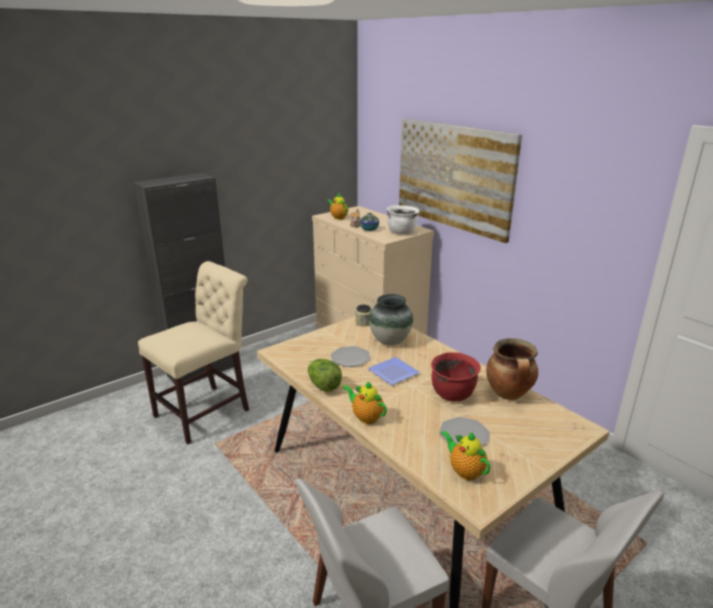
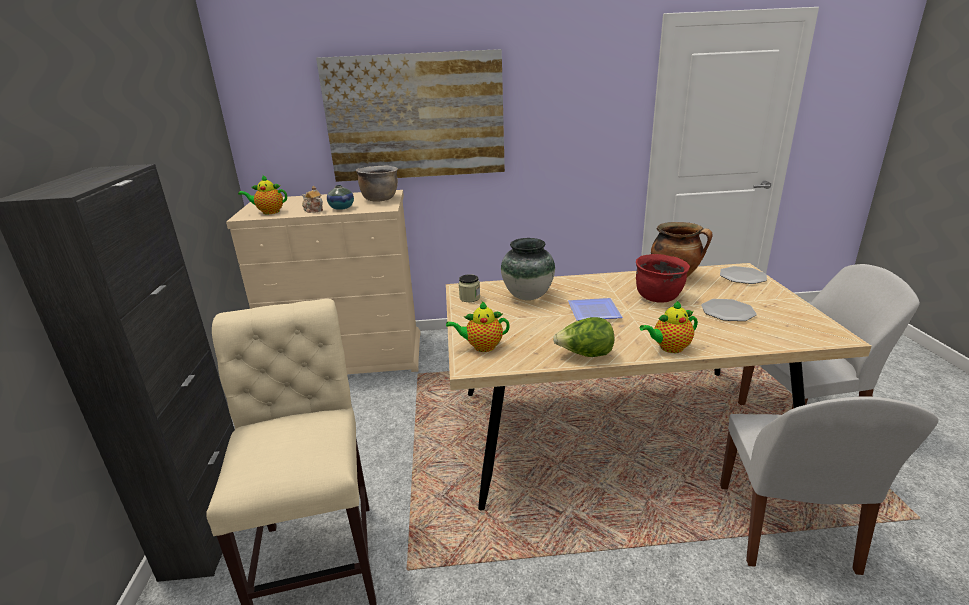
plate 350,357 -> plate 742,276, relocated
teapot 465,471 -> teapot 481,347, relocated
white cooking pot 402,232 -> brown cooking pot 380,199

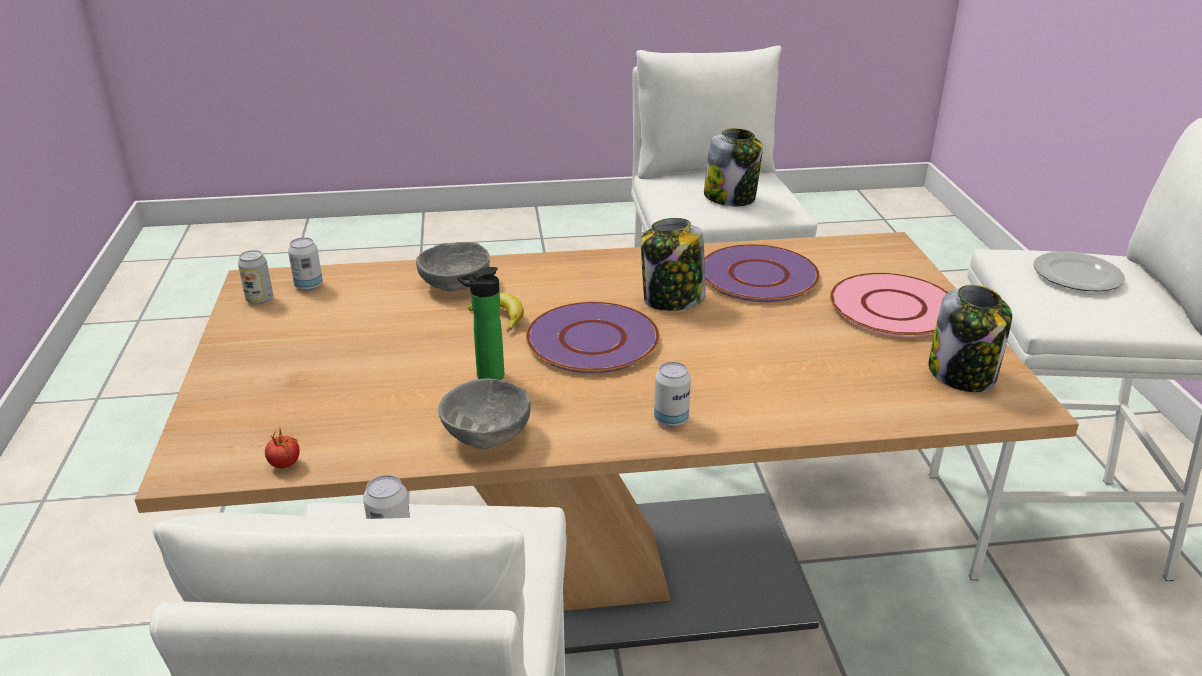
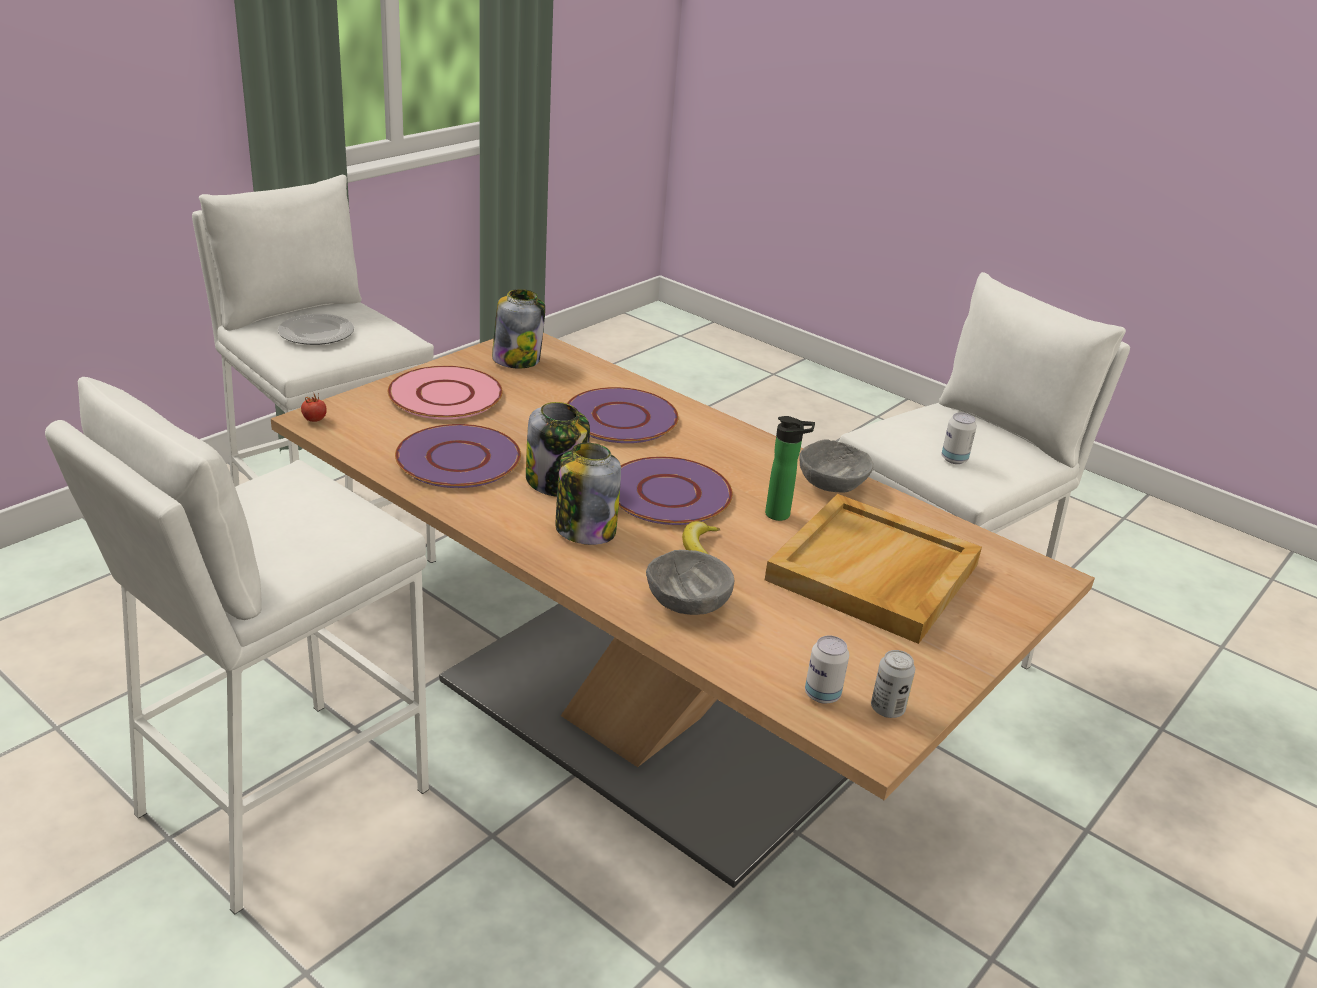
can 671,419 -> none
none -> purple plate 622,418
none -> beige tray 874,574
tomato 285,464 -> tomato 314,419, relocated
jar 731,198 -> jar 584,530, relocated

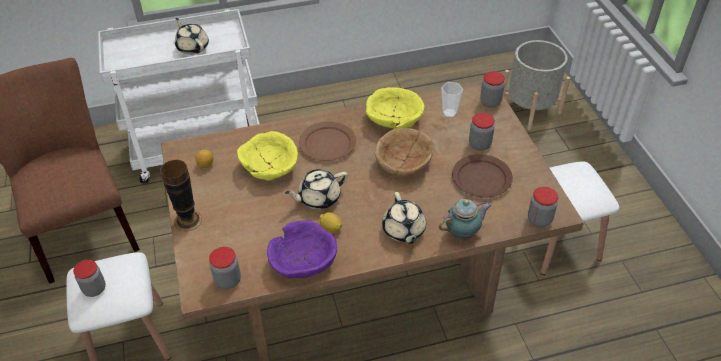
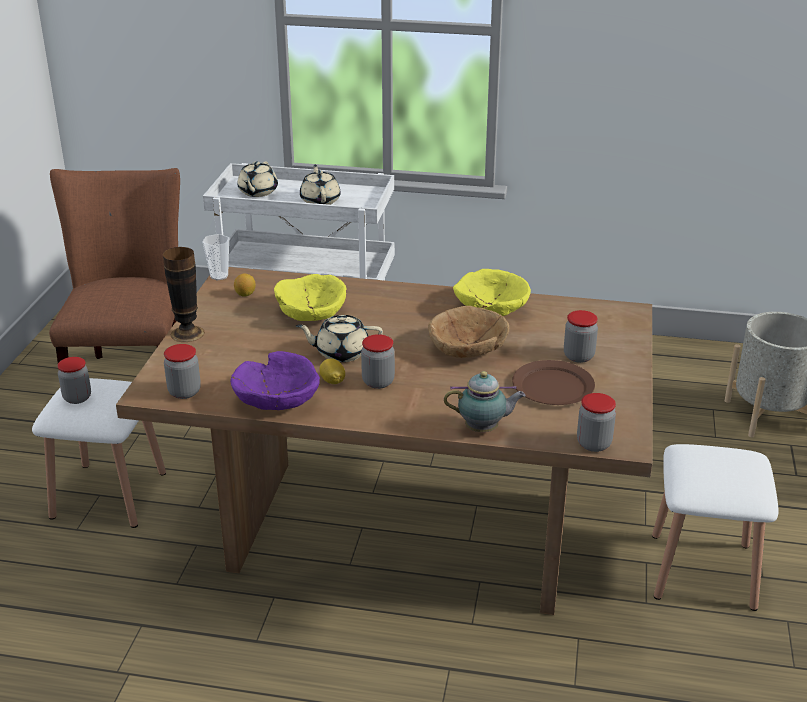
brown plate 327,143 -> none
beige teapot 403,230 -> beige teapot 257,192, relocated
cup 449,113 -> cup 219,276, relocated
jar 490,102 -> jar 378,382, relocated

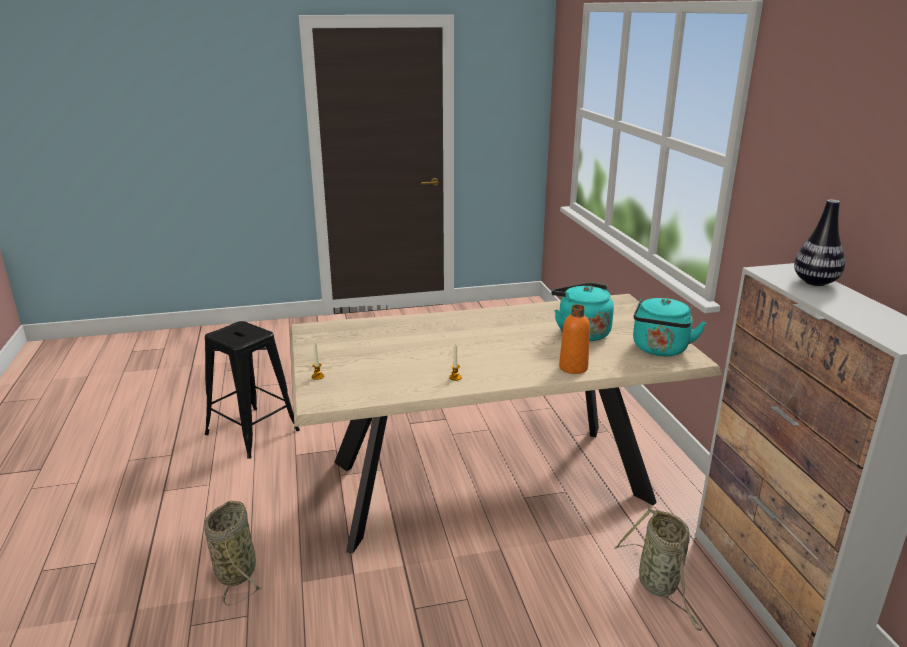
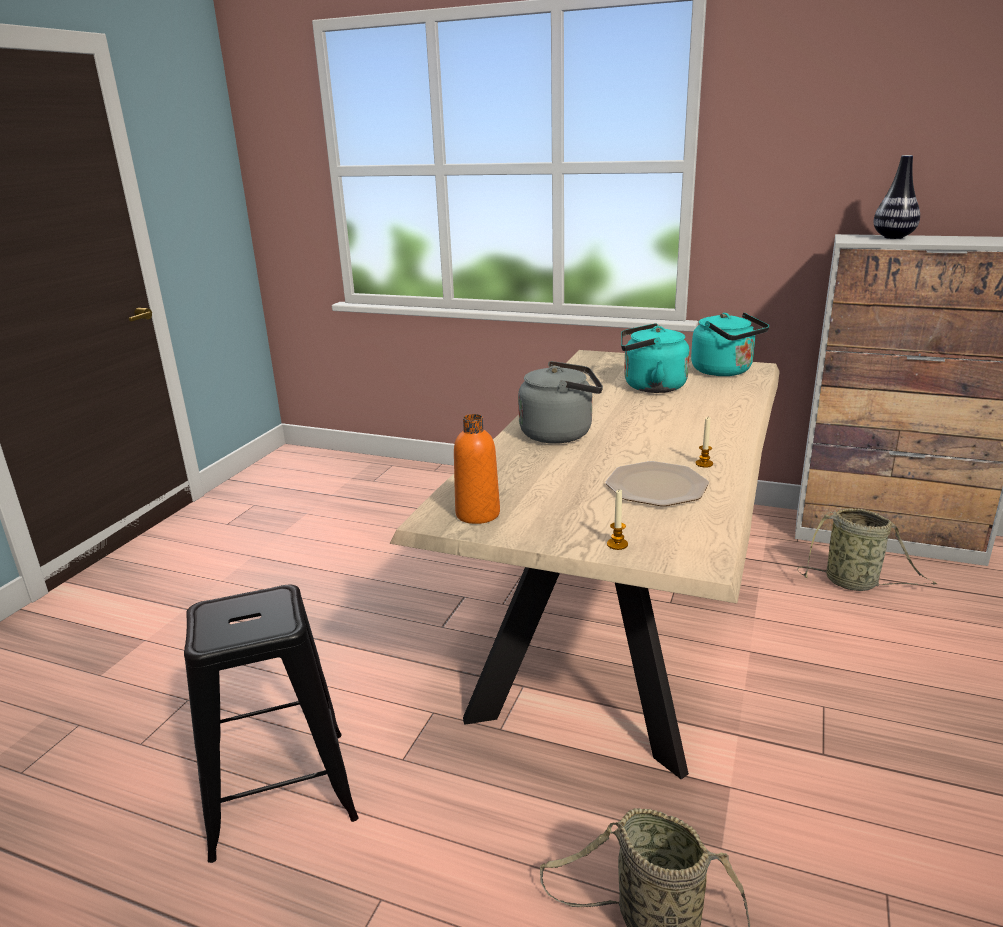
none -> grey kettle 560,433
none -> plate 655,486
orange bottle 573,368 -> orange bottle 477,514, relocated

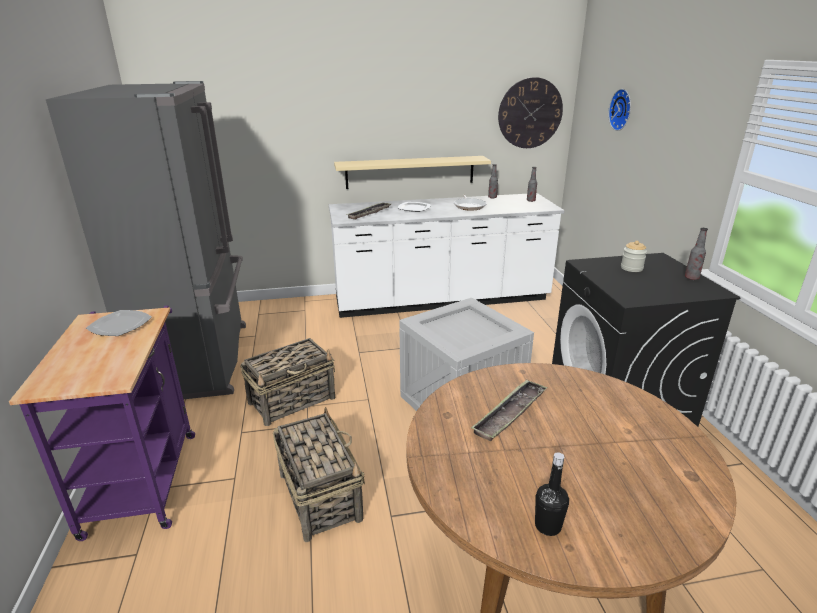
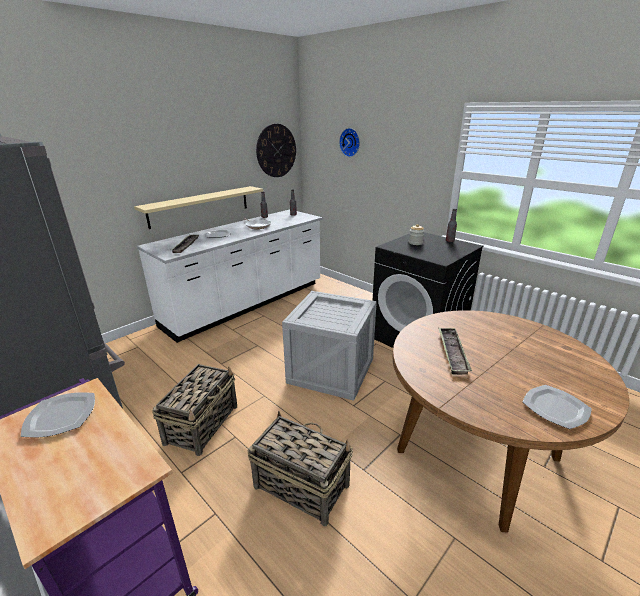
black bottle 548,526 -> plate 556,408

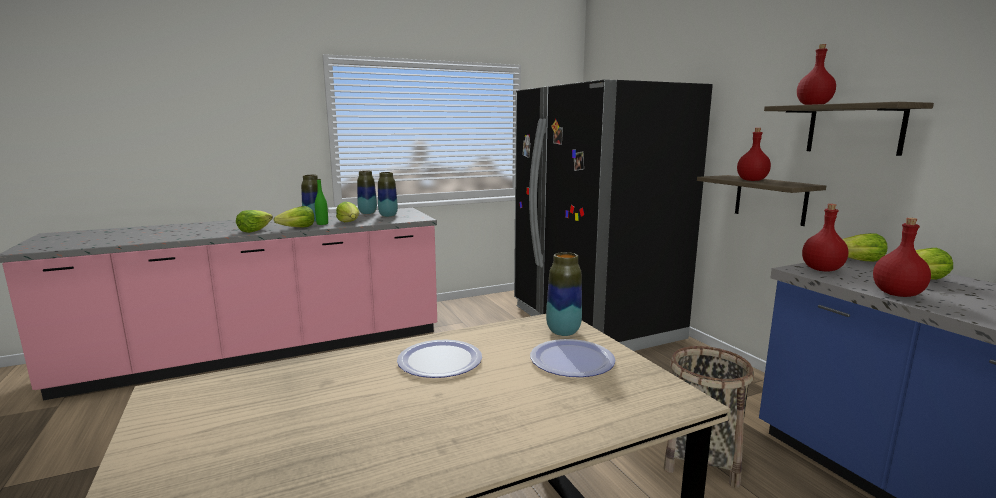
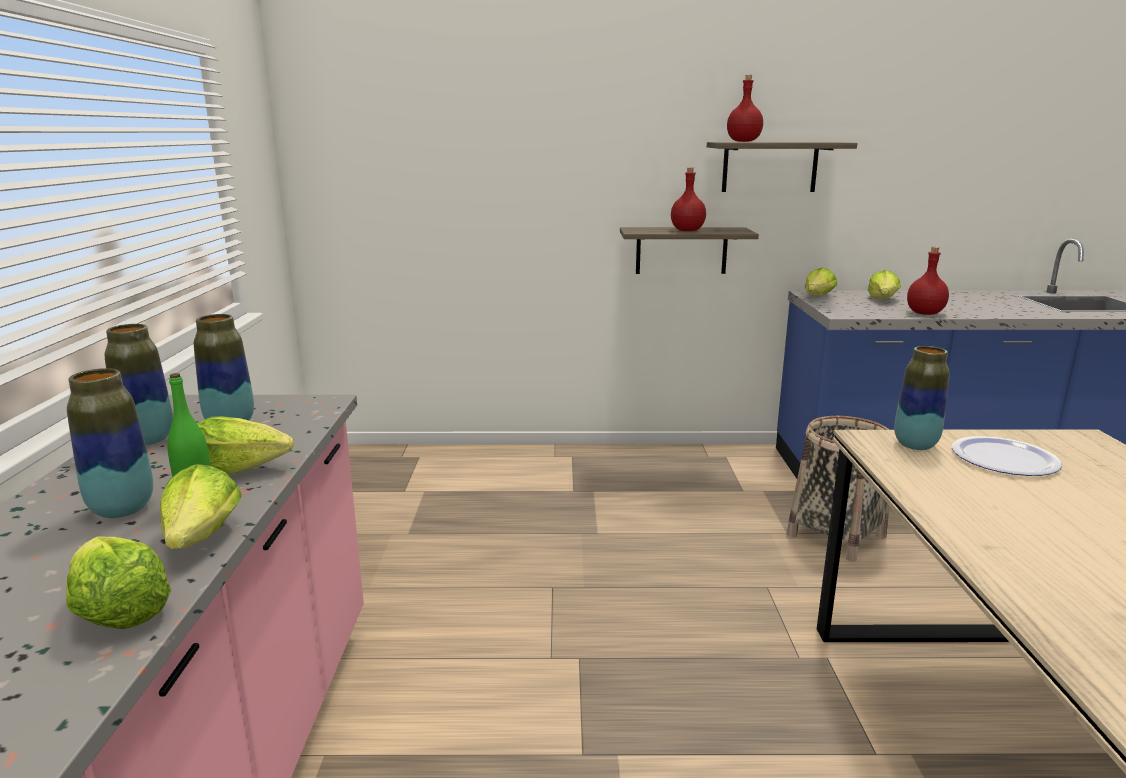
plate 440,360 -> none
black fridge 593,322 -> none
red bottle 821,269 -> none

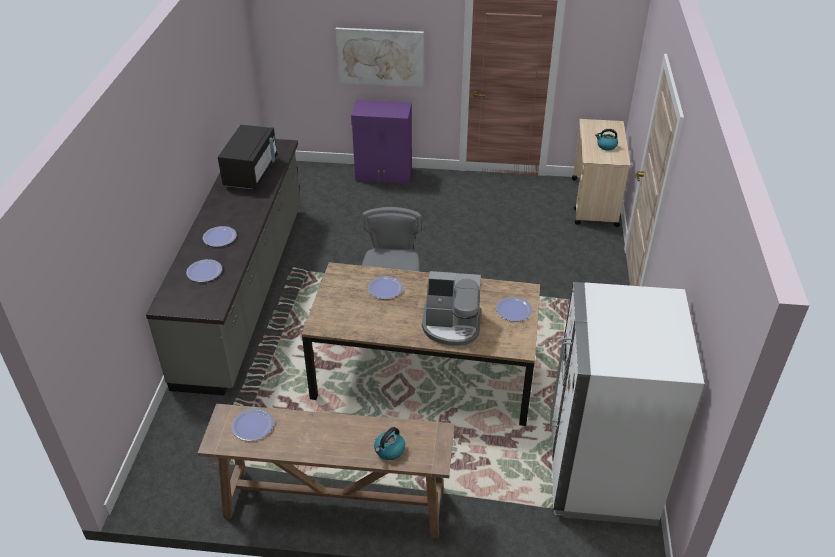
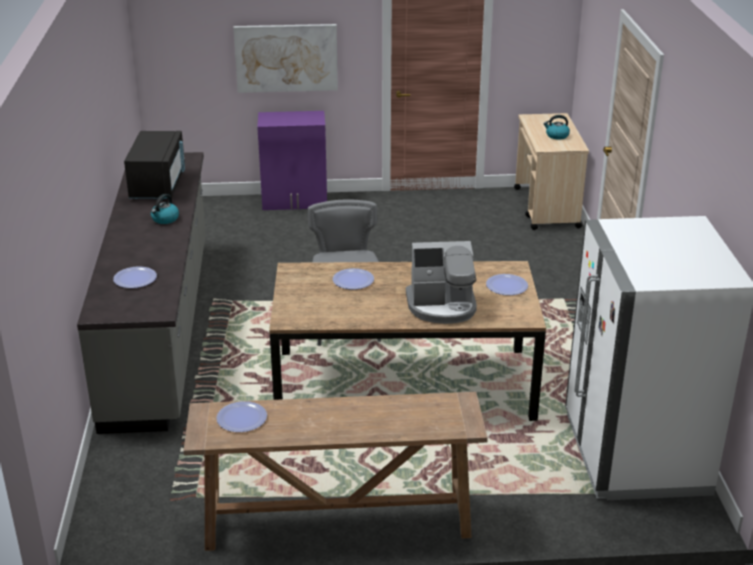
plate 220,237 -> none
kettle 389,450 -> kettle 165,219, relocated

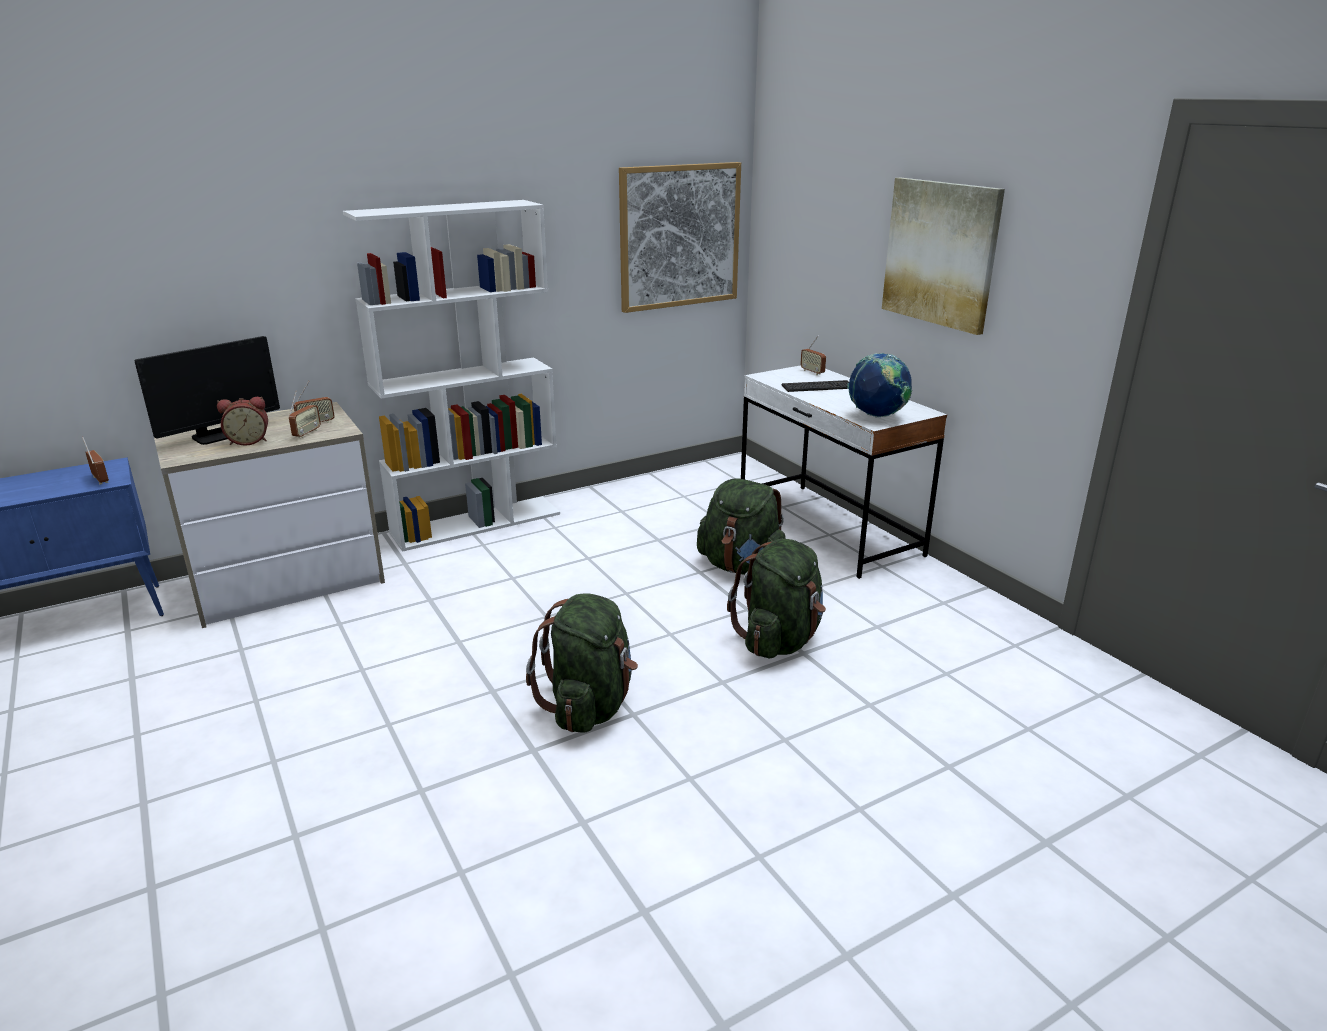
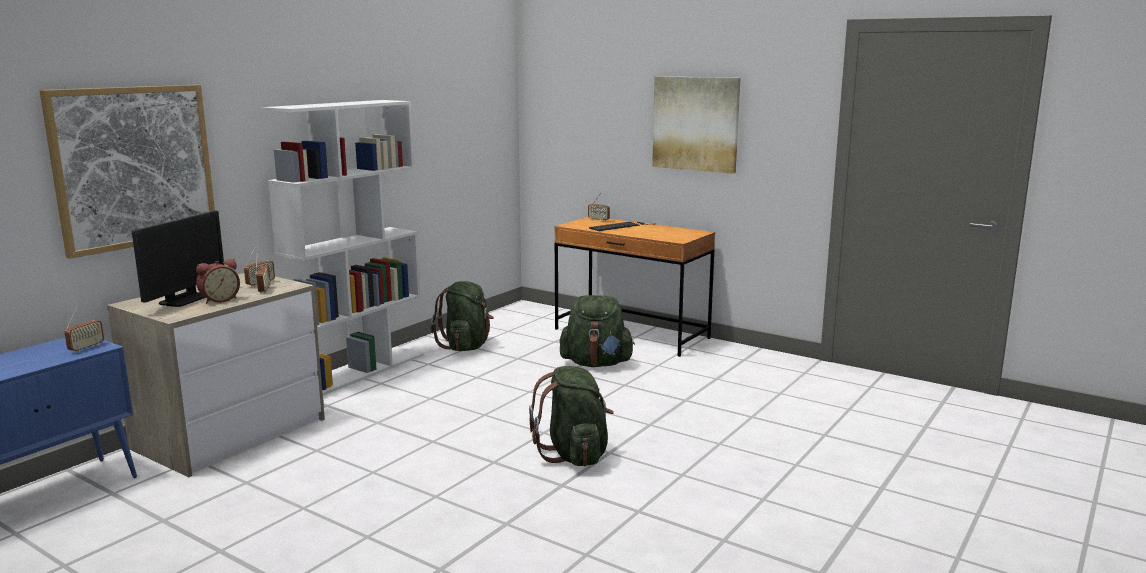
globe 877,416 -> none
picture 679,236 -> picture 134,167, relocated
green backpack 779,640 -> green backpack 466,347, relocated
white desk 827,529 -> brown desk 631,334
radio 100,480 -> radio 86,348, 90 degrees clockwise

